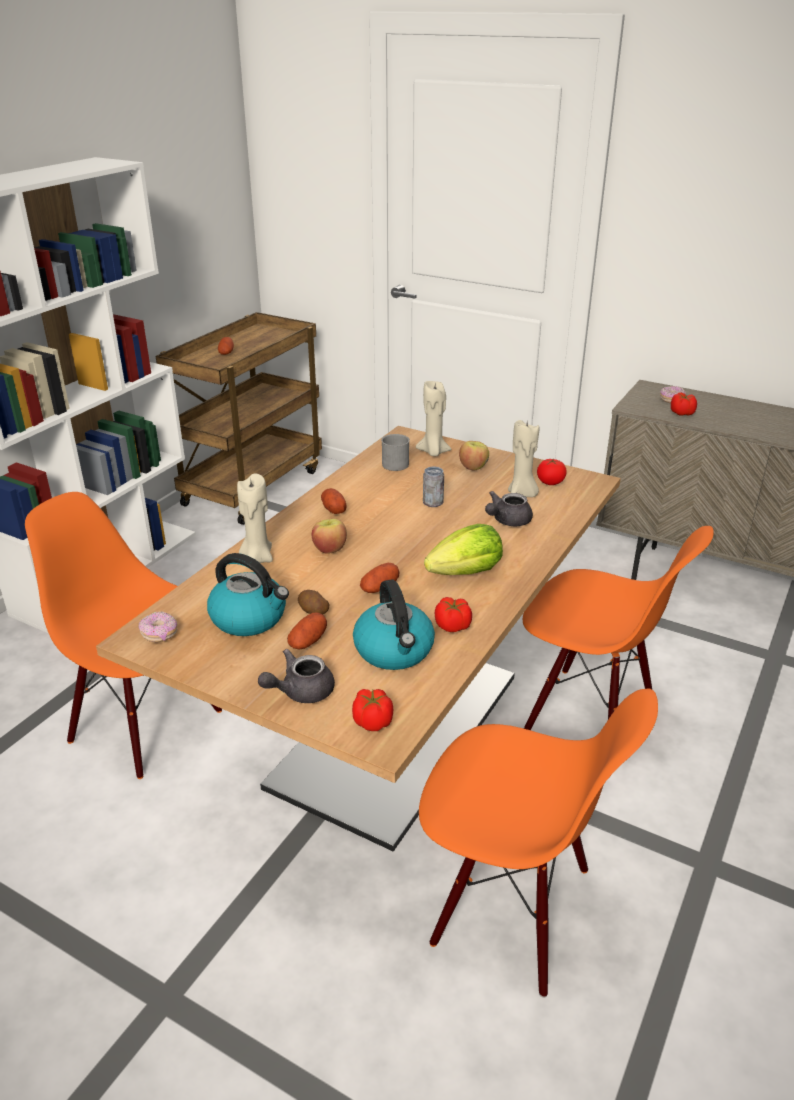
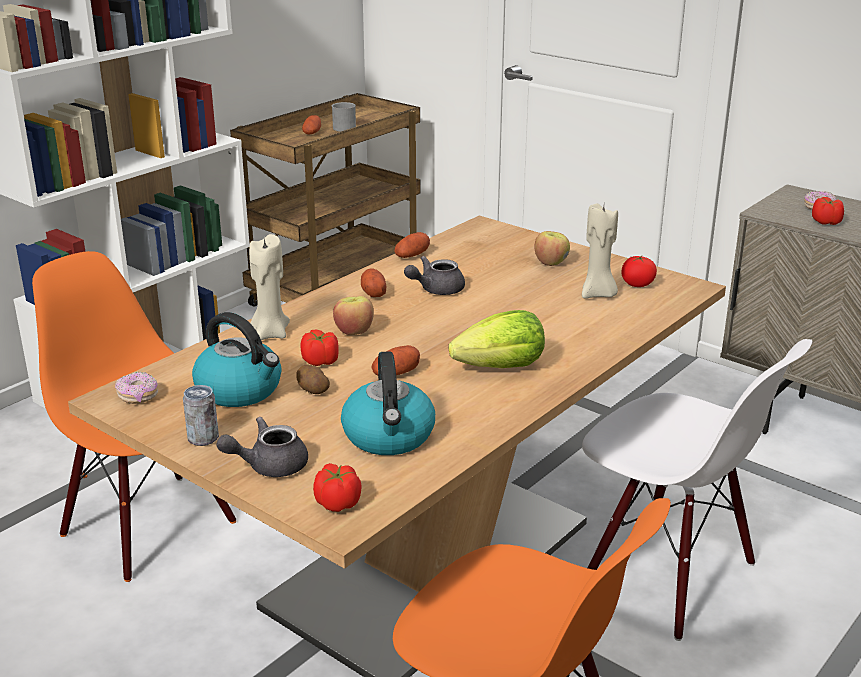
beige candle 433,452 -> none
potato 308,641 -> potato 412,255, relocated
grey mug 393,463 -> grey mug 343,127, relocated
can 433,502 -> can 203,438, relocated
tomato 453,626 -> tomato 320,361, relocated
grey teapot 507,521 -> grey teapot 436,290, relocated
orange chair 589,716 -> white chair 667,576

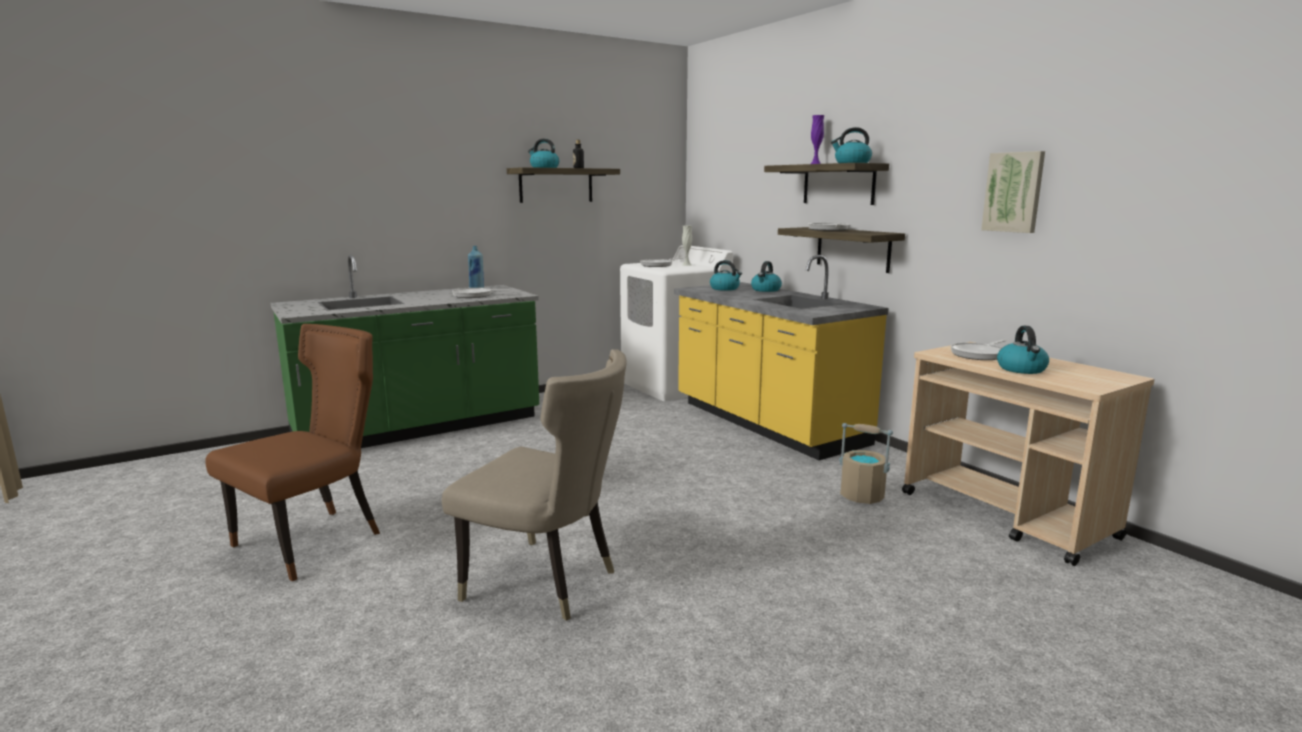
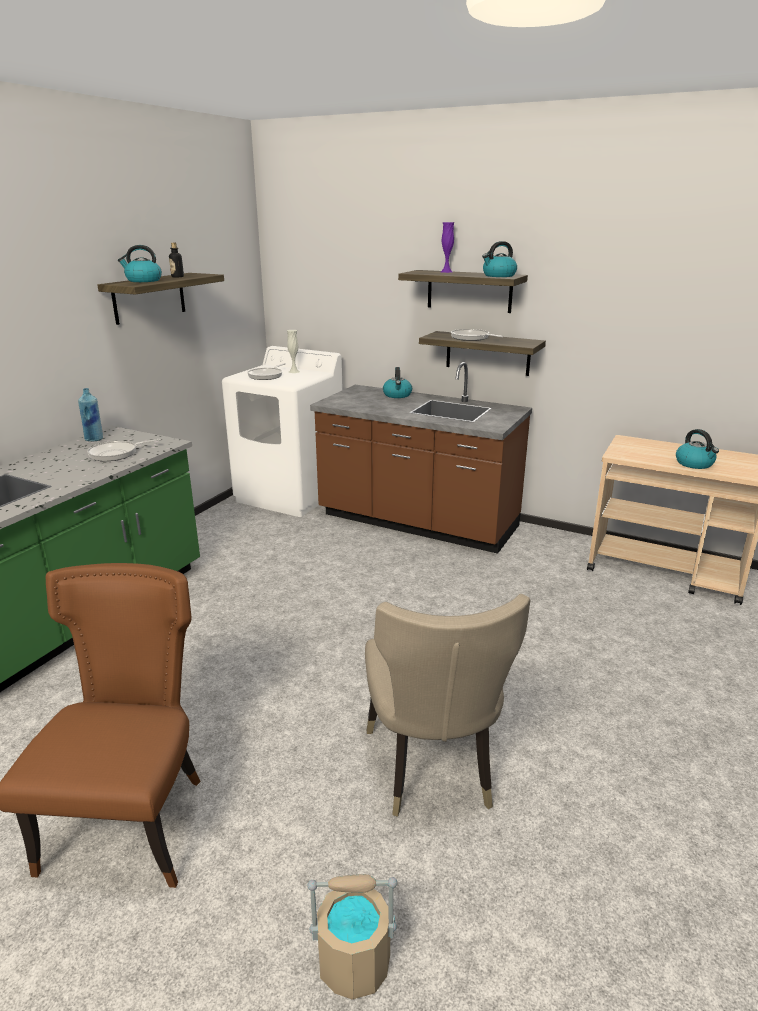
kettle 725,289 -> none
frying pan 979,354 -> none
picture 1014,192 -> none
beige bucket 861,496 -> beige bucket 353,963, relocated
yellow counter 766,423 -> brown counter 417,522
beige chair 547,583 -> beige chair 433,770, 90 degrees clockwise

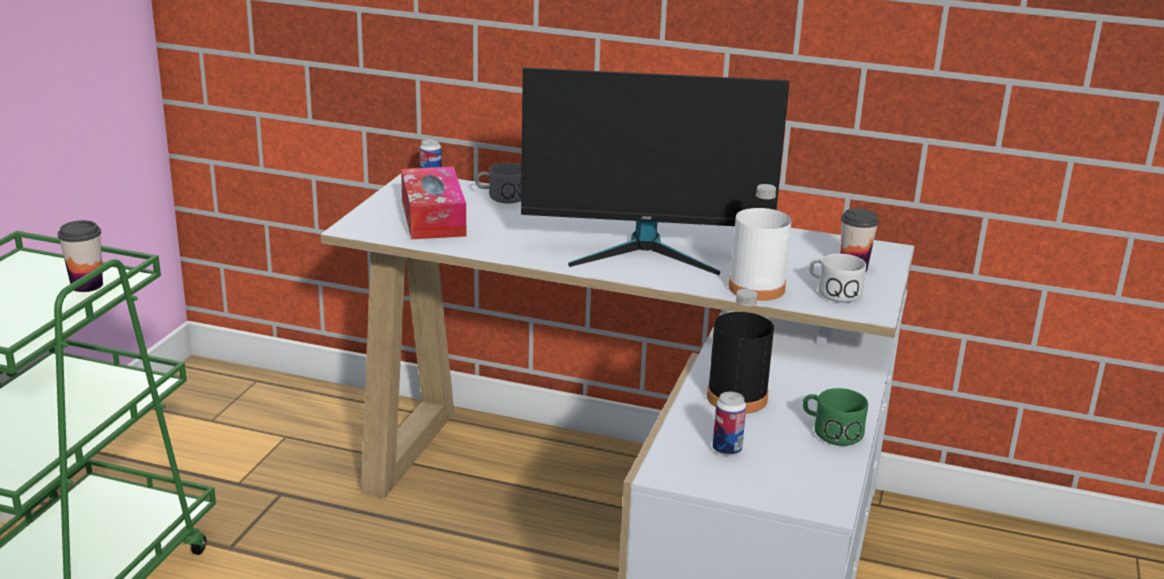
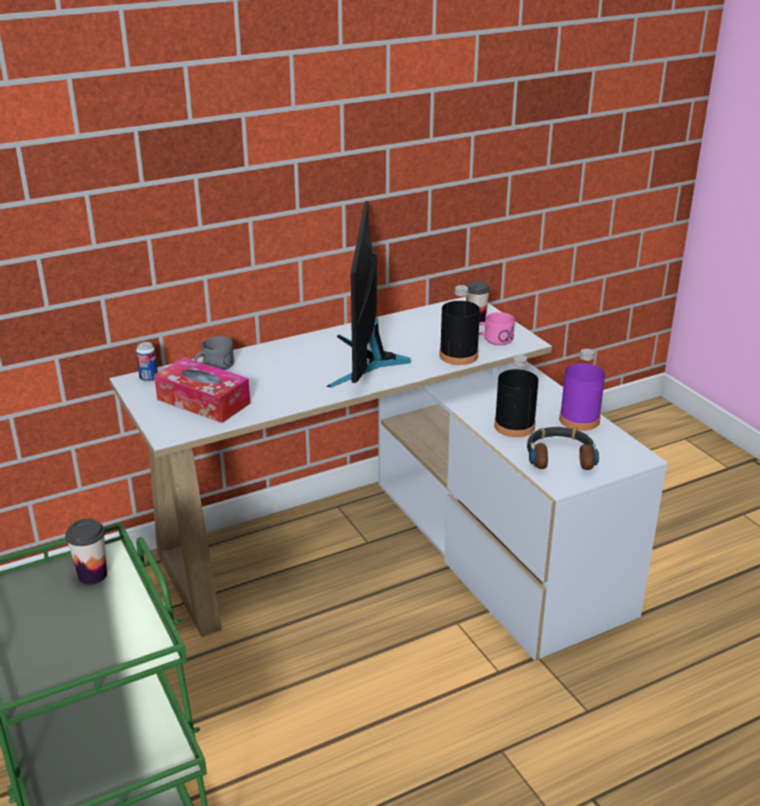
can 727,449 -> headphones 560,456
green mug 830,431 -> purple bottle 579,420
white bottle 756,288 -> black bottle 458,356
white mug 832,292 -> pink mug 493,339
monitor 646,251 -> monitor 366,361, 135 degrees clockwise

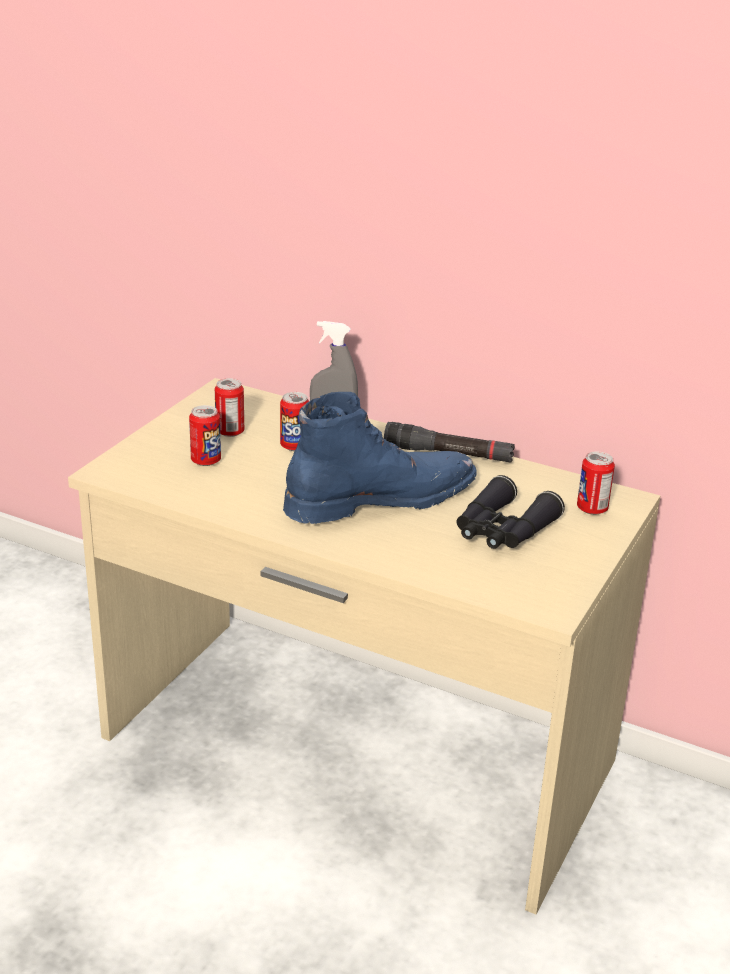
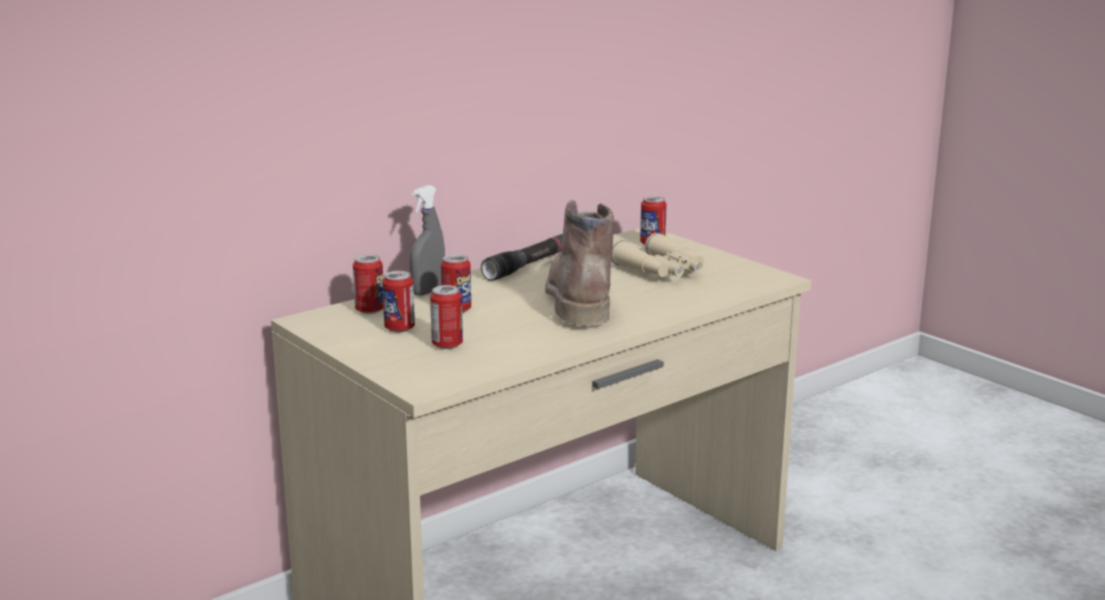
none -> can 370,310
blue boot 380,498 -> brown boot 579,297
black binoculars 502,530 -> beige binoculars 662,271

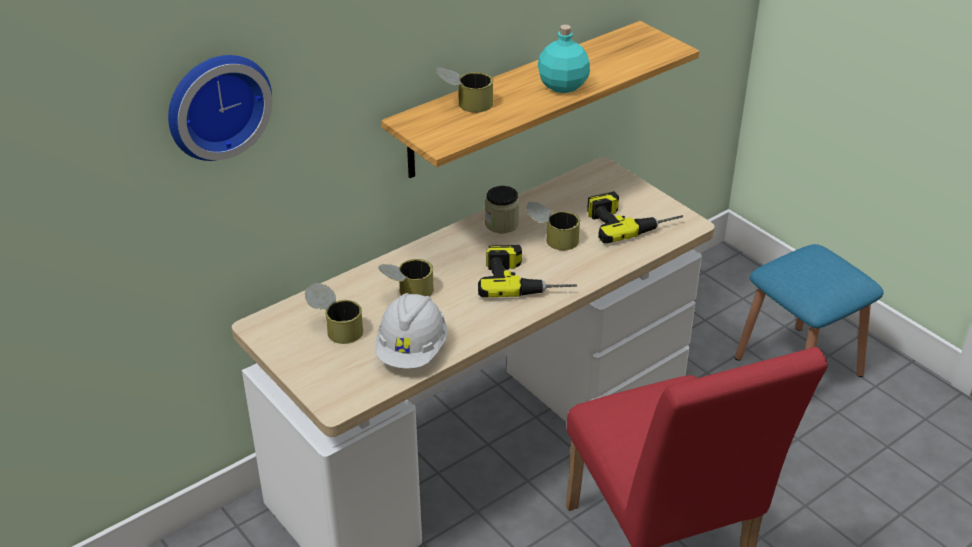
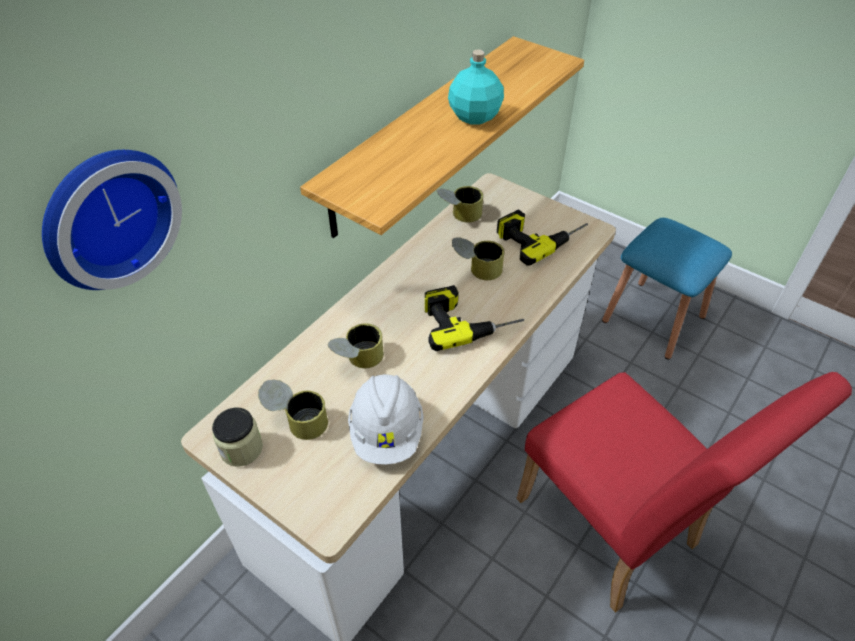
can 465,105 -> can 459,215, relocated
jar 501,224 -> jar 241,448, relocated

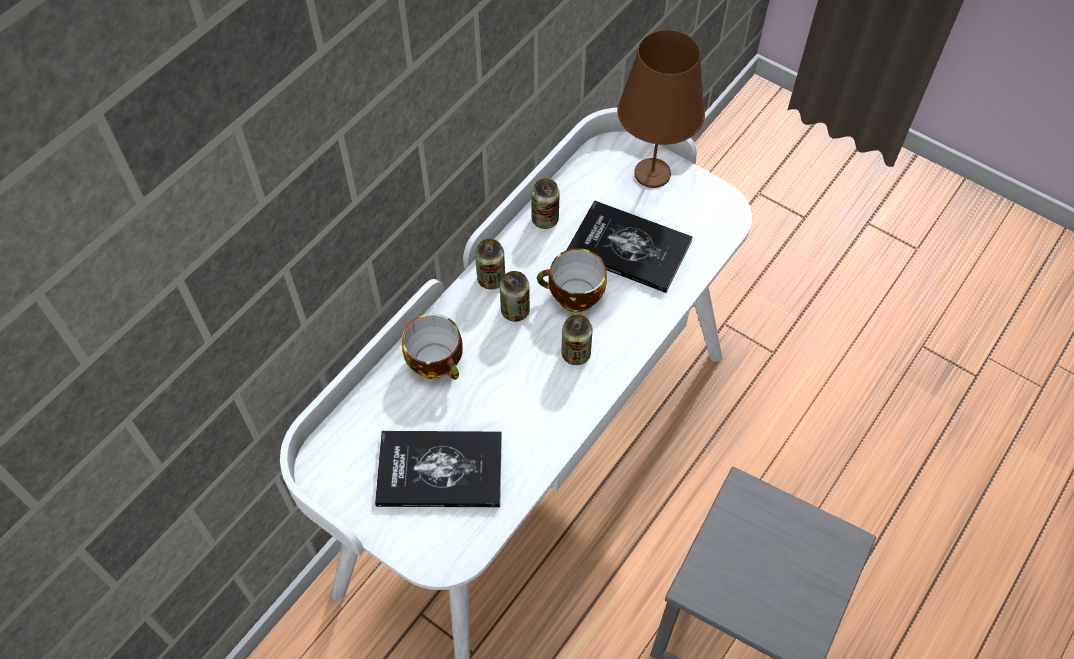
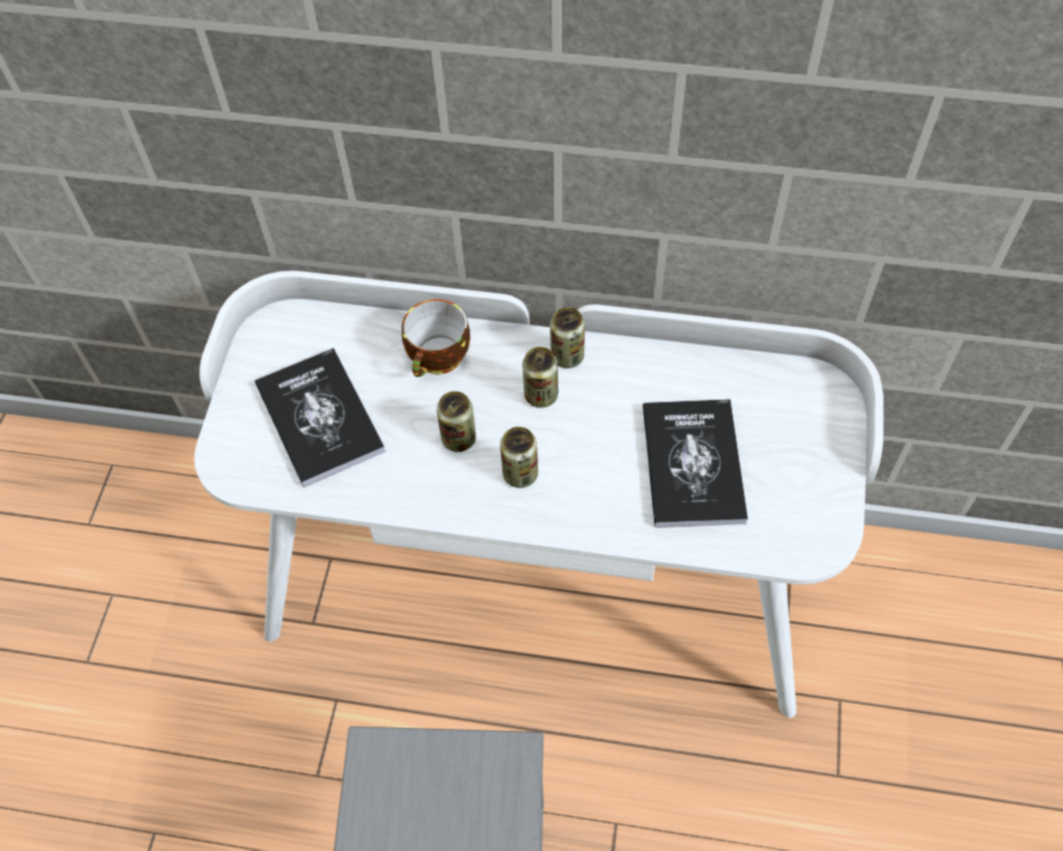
cup 573,297 -> none
brown table lamp 652,173 -> none
can 545,219 -> can 459,439, relocated

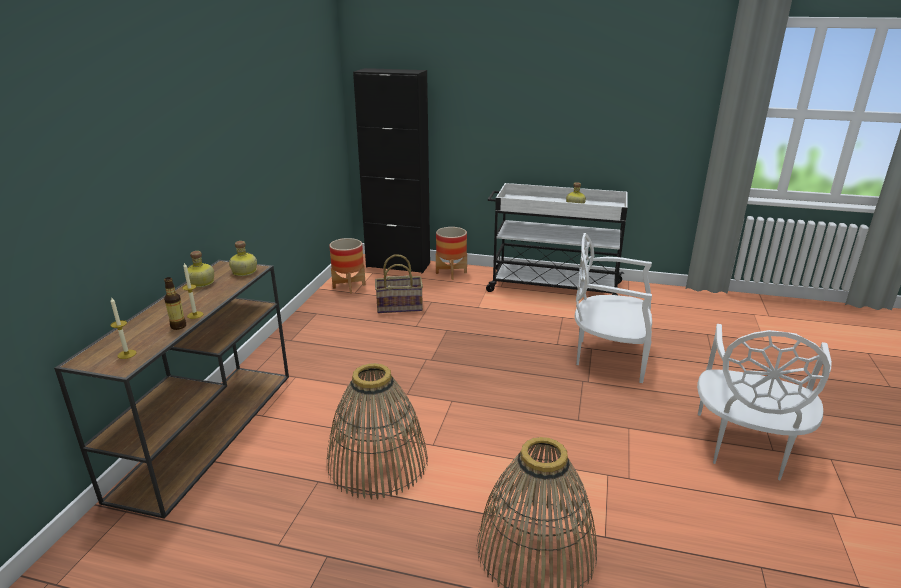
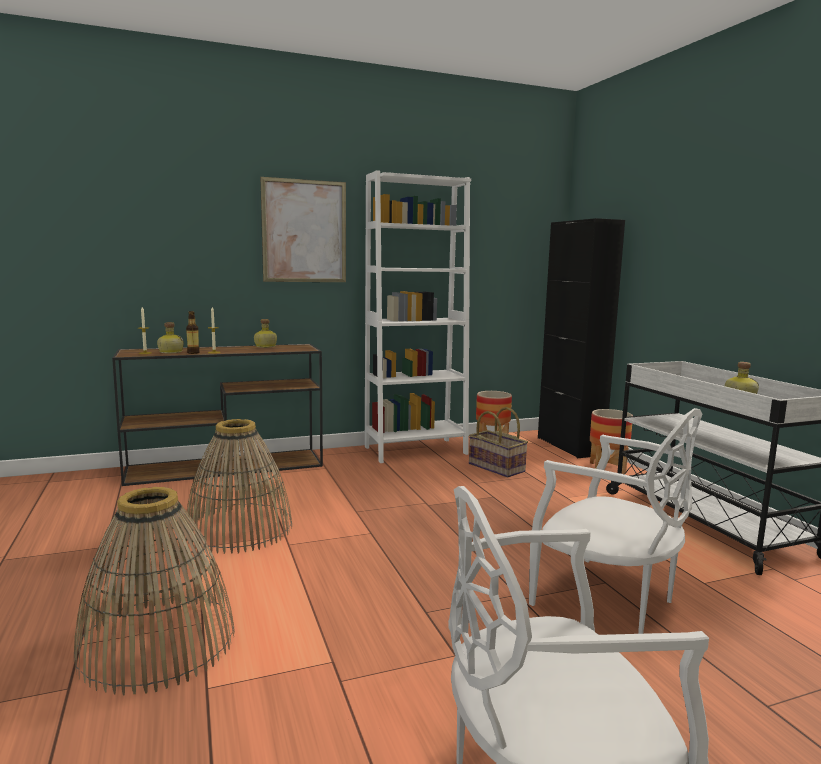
none -> picture 304,231
none -> white bookcase 415,450
bottle 243,272 -> bottle 170,352, relocated
white chair 608,356 -> white chair 607,599, 150 degrees clockwise

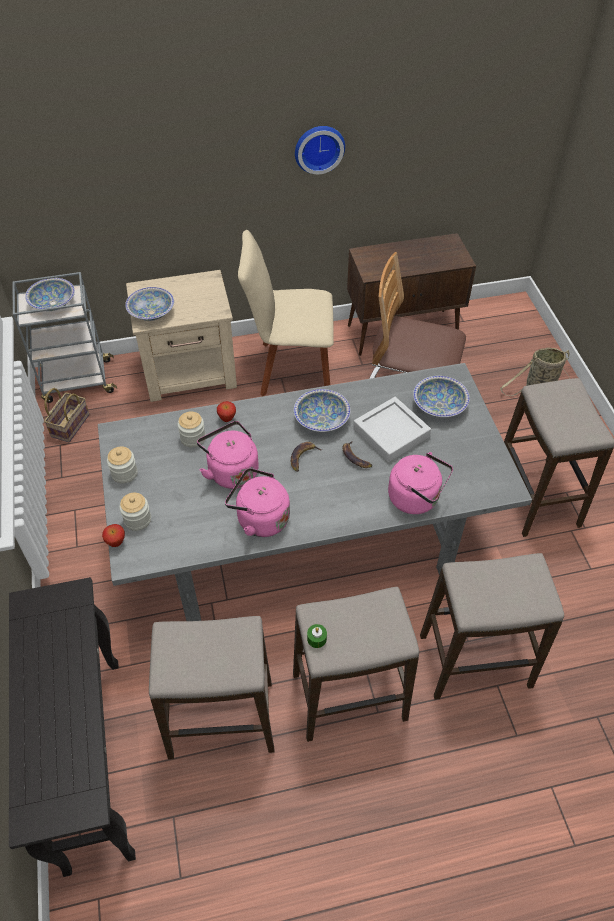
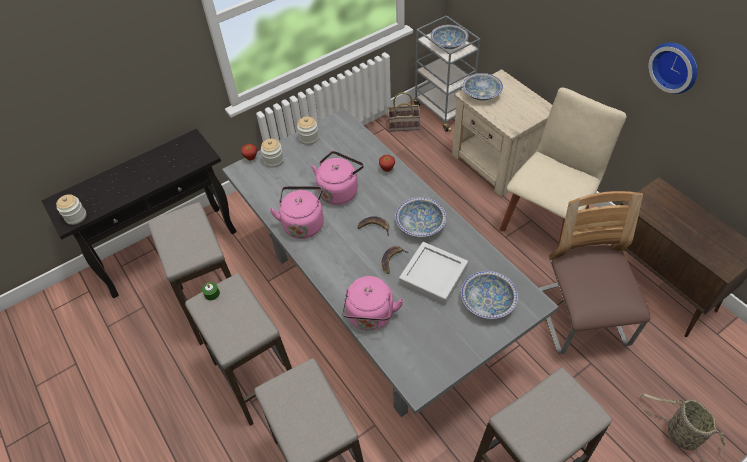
jar 193,438 -> jar 76,216, relocated
beige chair 290,368 -> beige chair 546,222, 60 degrees clockwise

